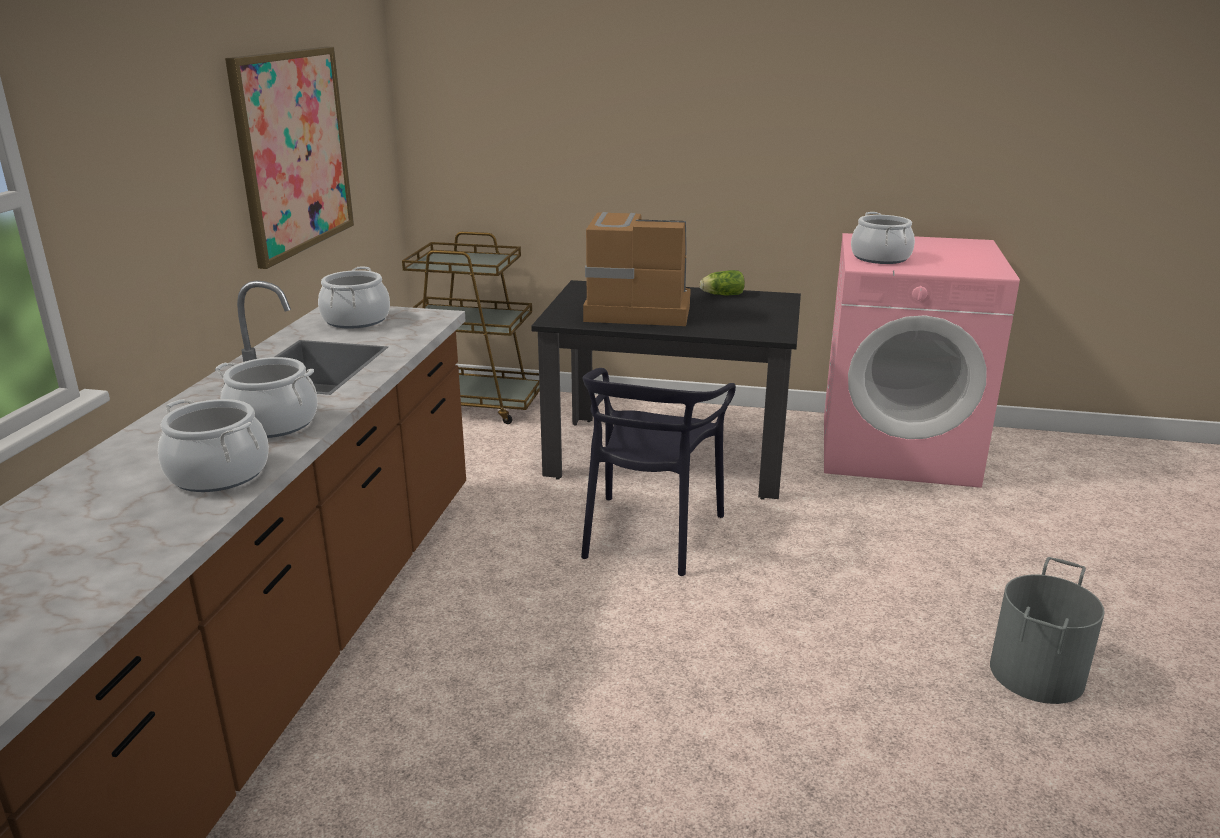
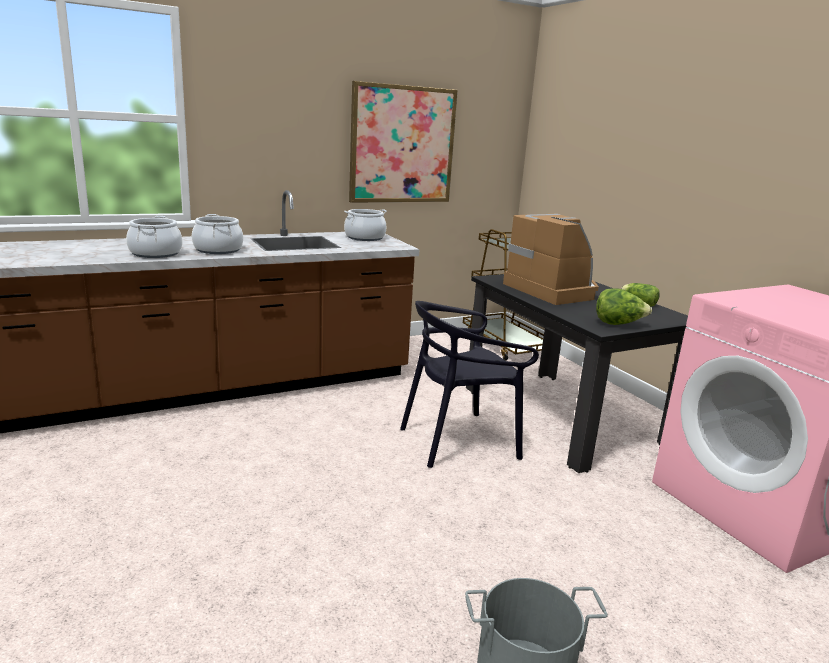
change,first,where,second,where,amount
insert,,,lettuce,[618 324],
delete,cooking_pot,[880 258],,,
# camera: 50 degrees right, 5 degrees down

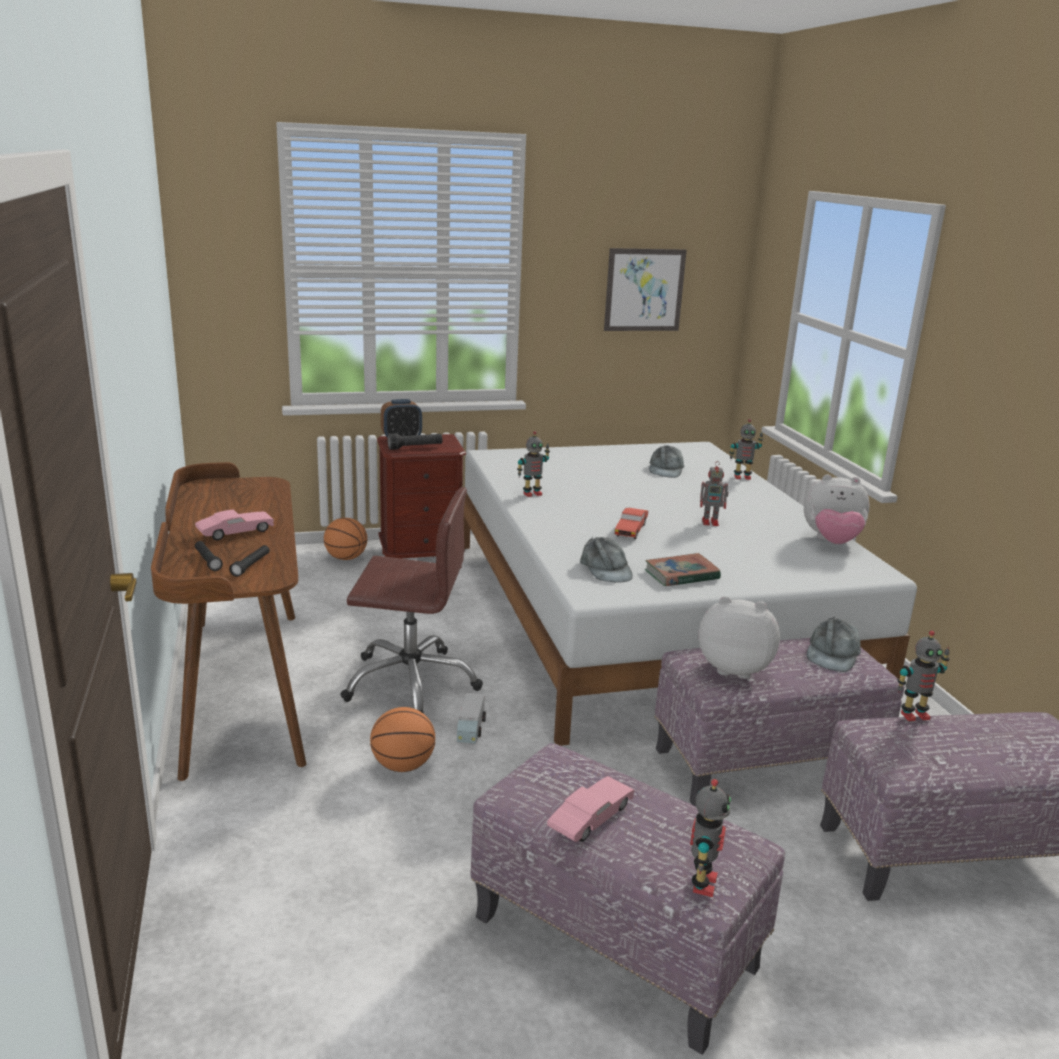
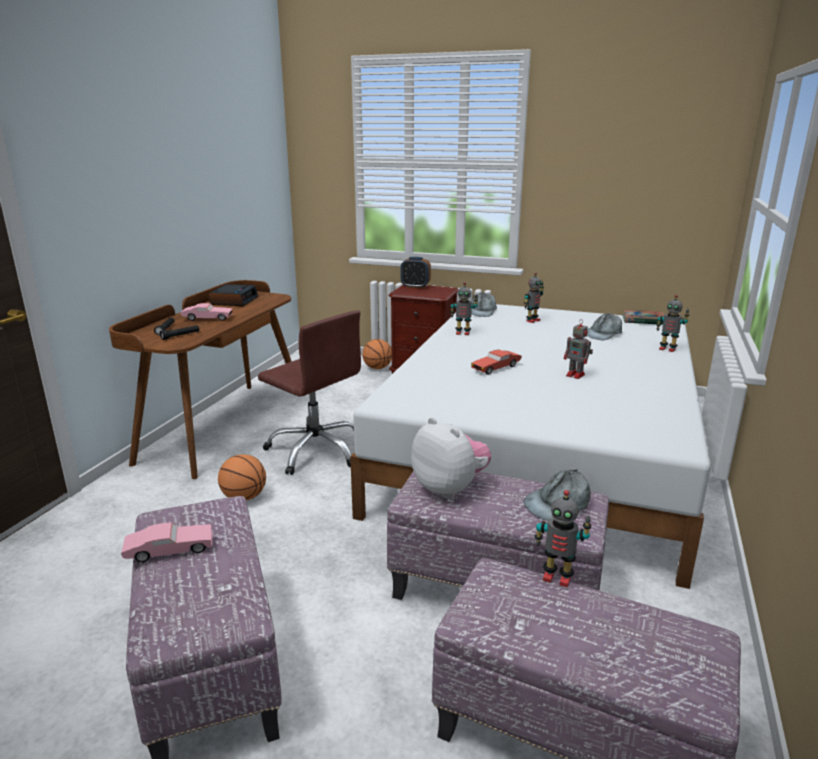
change,first,where,second,where,amount
insert,,,alarm_clock,[234 300],
move,grey_baseball_cap,[605 569],,[482 311],
move,model_robot,[701 883],,[532 320],
move,book,[681 575],,[643 320],
delete,black-coloured_torch,[415 447],,,
delete,model_truck,[470 730],,,
delete,wall_picture,[644 290],,,
delete,cuddly_toy,[831 542],,,
# camera: 35 degrees right, 0 degrees up

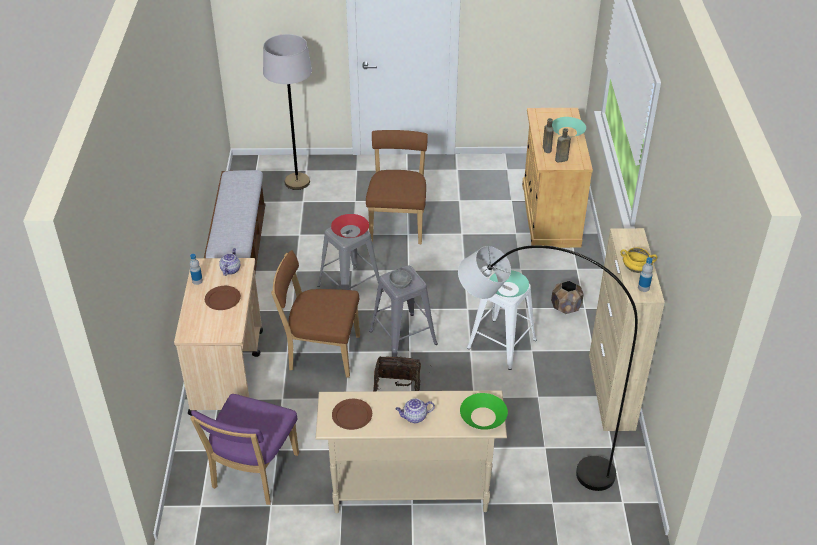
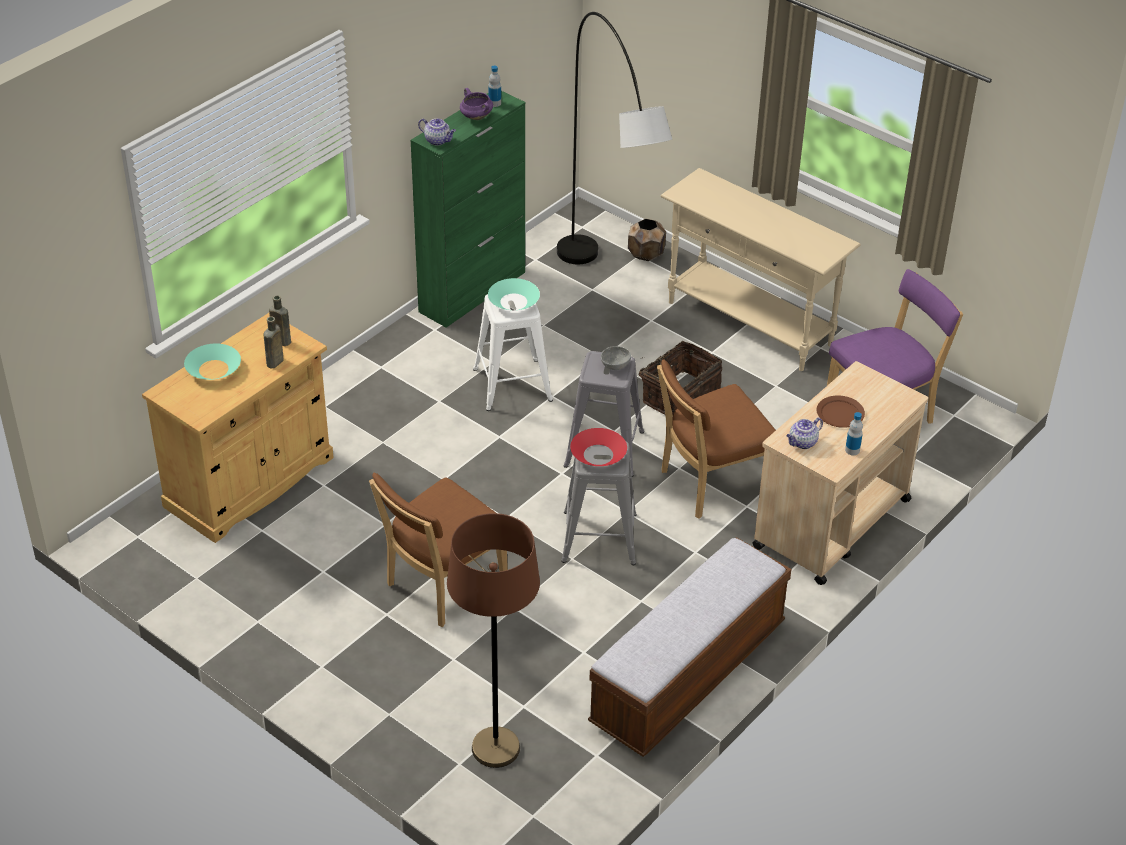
change,first,where,second,where,amount
recolor,beige-coloured_cabinet,[611 392],green-coloured_cabinet,[473 291],
move,teapot,[414 417],,[438 140],
recolor,grey_floor_lamp,[297 182],brownish_floor_lamp,[495 748],
recolor,yellowish_cooking_pot,[636 269],purple-coloured_cooking_pot,[475 117],
move,brownish_planter,[566 308],,[645 255],
rotate,brownish_chair,[320 352],,[710 484],105 degrees clockwise
delete,brownish_plate,[352 415],,,
delete,green-coloured_bowl,[483 417],,,
# camera: 140 degrees left, 0 degrees up

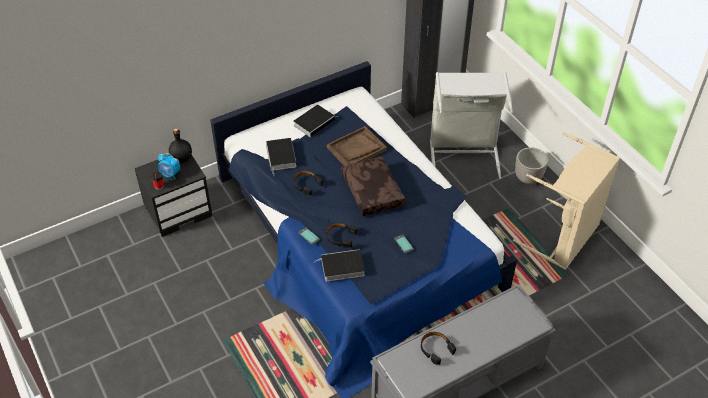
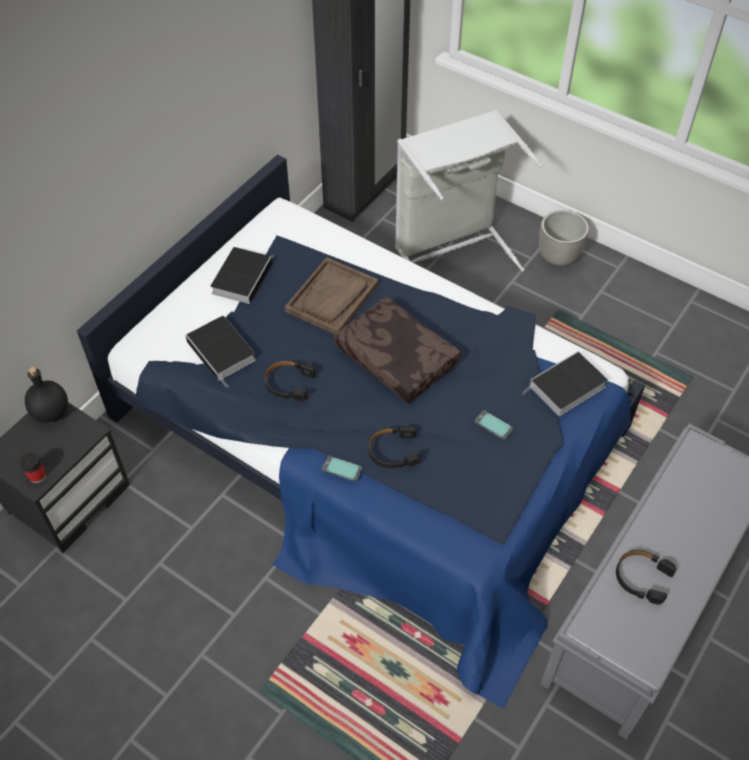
change,first,where,second,where,amount
move,book,[341 268],,[566 388],
delete,alarm_clock,[170 174],,,
delete,beige-coloured_laundry_basket,[564 238],,,
# camera: 25 degrees left, 5 degrees up

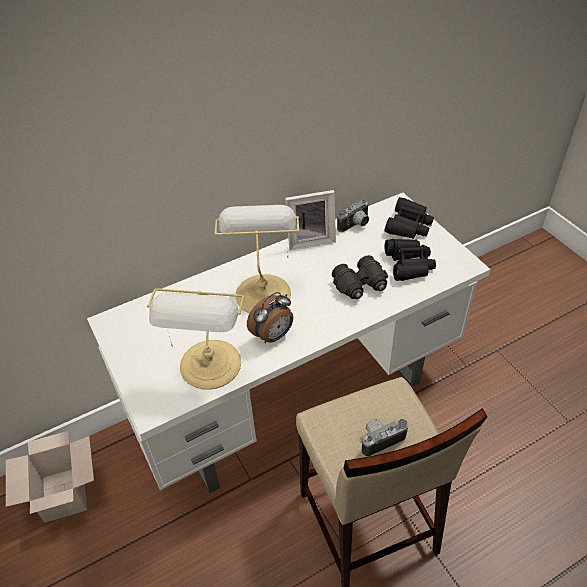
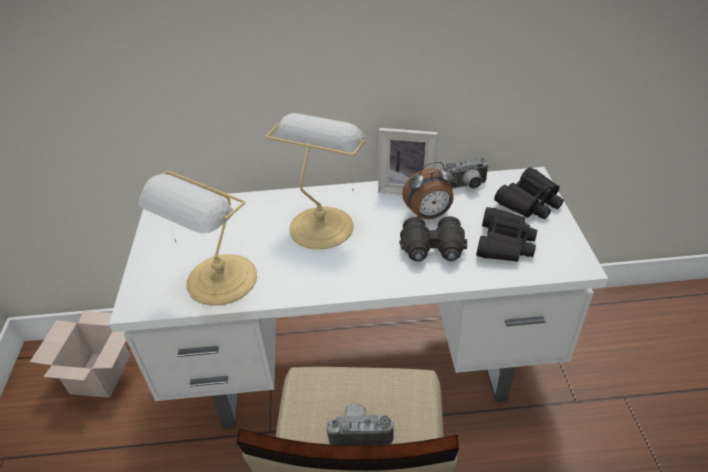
change,first,where,second,where,amount
move,alarm_clock,[273 336],,[428 215],
# camera: 25 degrees right, 5 degrees down

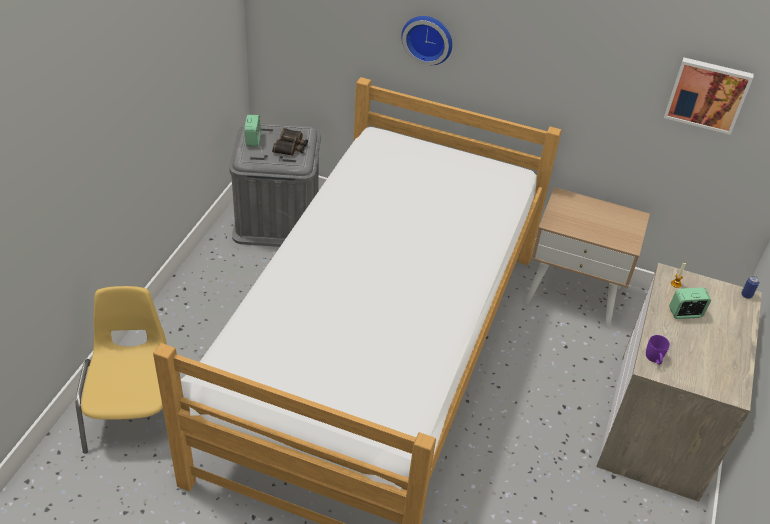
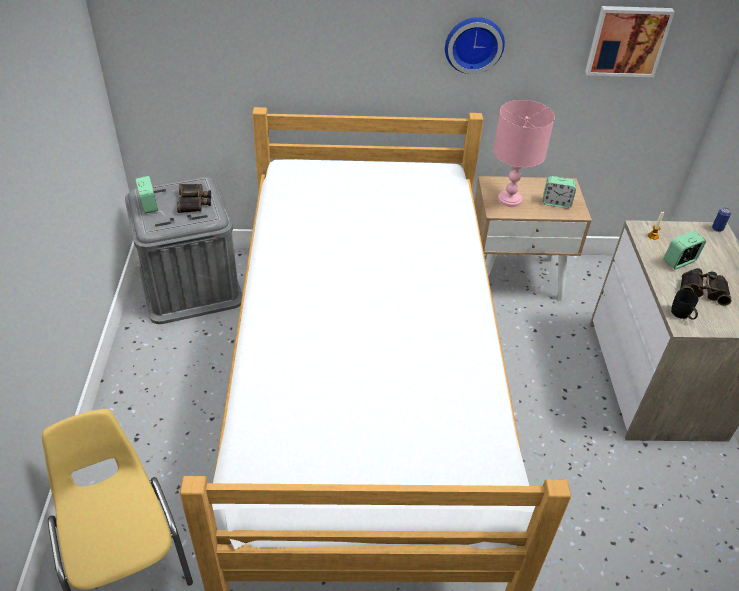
change,first,where,second,where,amount
move,clock_on_the_wall,[428 38],,[473 43],
insert,,,pink_table_lamp,[509 199],
insert,,,alarm_clock,[556 203],
recolor,purple-coloured_tea_mug,[654 359],black-coloured_tea_mug,[682 315],
insert,,,binoculars,[703 289],
# camera: 20 degrees left, 0 degrees up

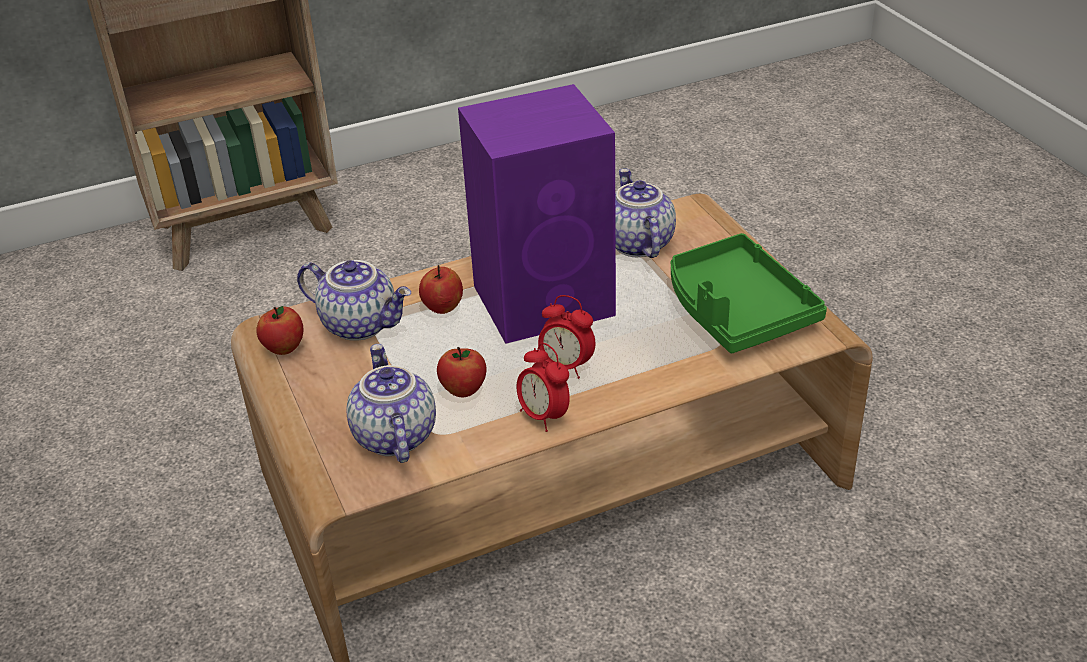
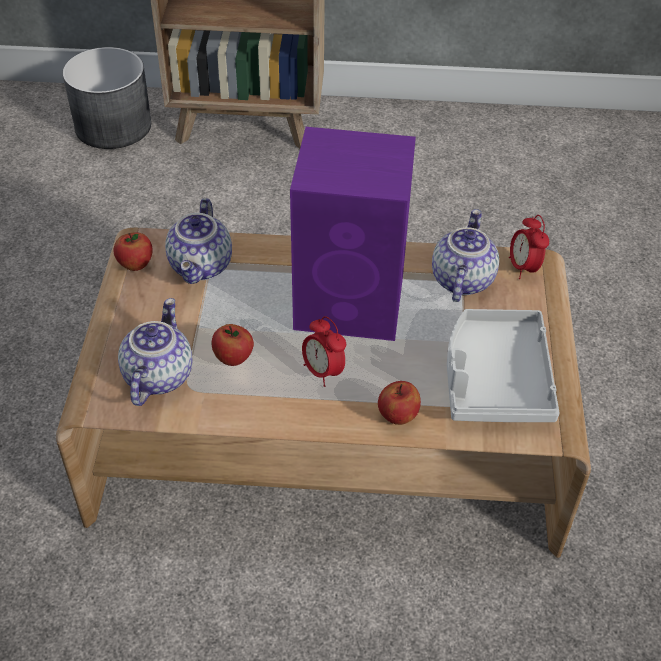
change,first,where,second,where,amount
insert,,,grey_planter,[113 126],
rotate,teapot,[361 324],,[202 266],45 degrees clockwise
move,whole_apple,[442 308],,[397 416],
recolor,green-coloured_carrying_tray,[736 310],grey_carrying_tray,[495 378],
move,alarm_clock,[544 416],,[523 267],
# camera: 25 degrees right, 10 degrees up

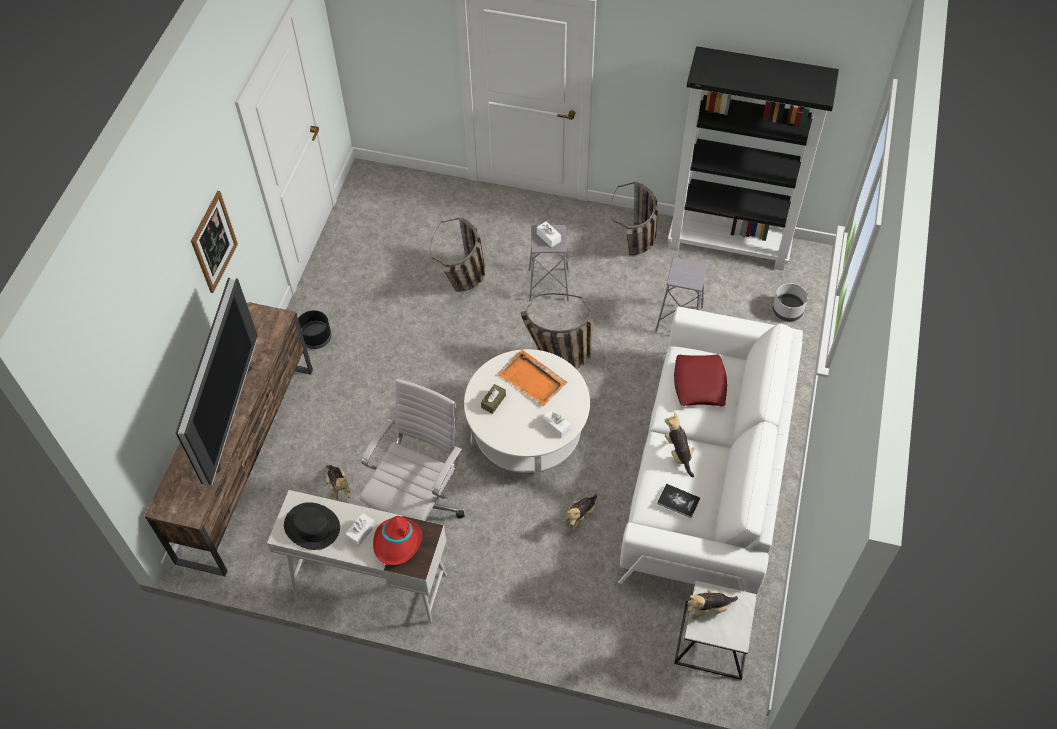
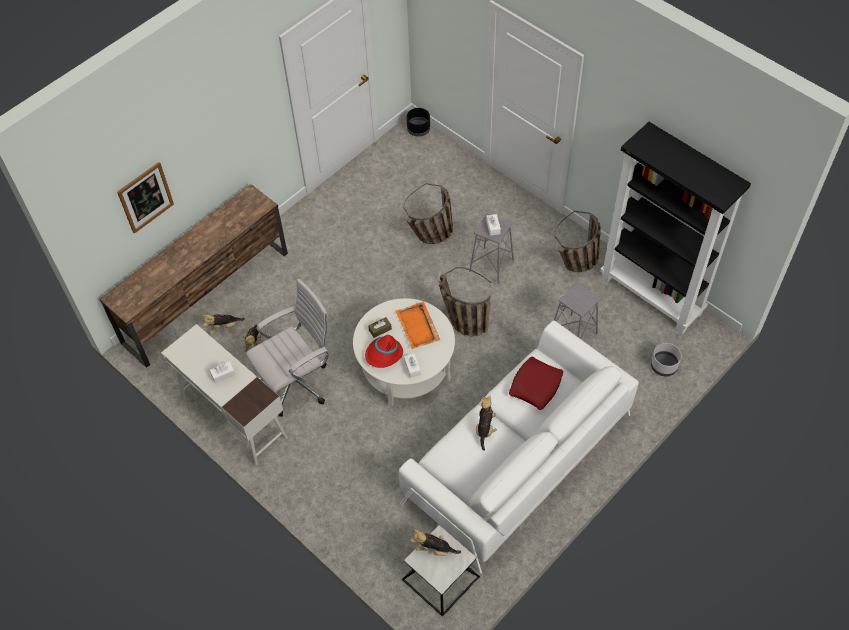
change,first,where,second,where,amount
move,wall_picture,[213 242],,[145 197],
move,cuddly_toy,[580 516],,[224 327],
move,red-coloured_clothing_hat,[397 543],,[384 354],
move,black-coloured_planter,[316 337],,[418 129],
delete,TV_set,[225 416],,,
delete,black-coloured_clothing_hat,[312 527],,,
delete,book,[678 501],,,
# camera: 30 degrees right, 0 degrees up

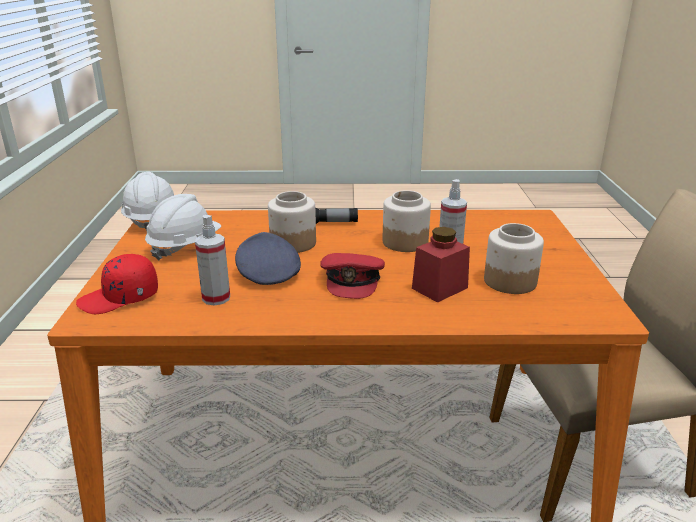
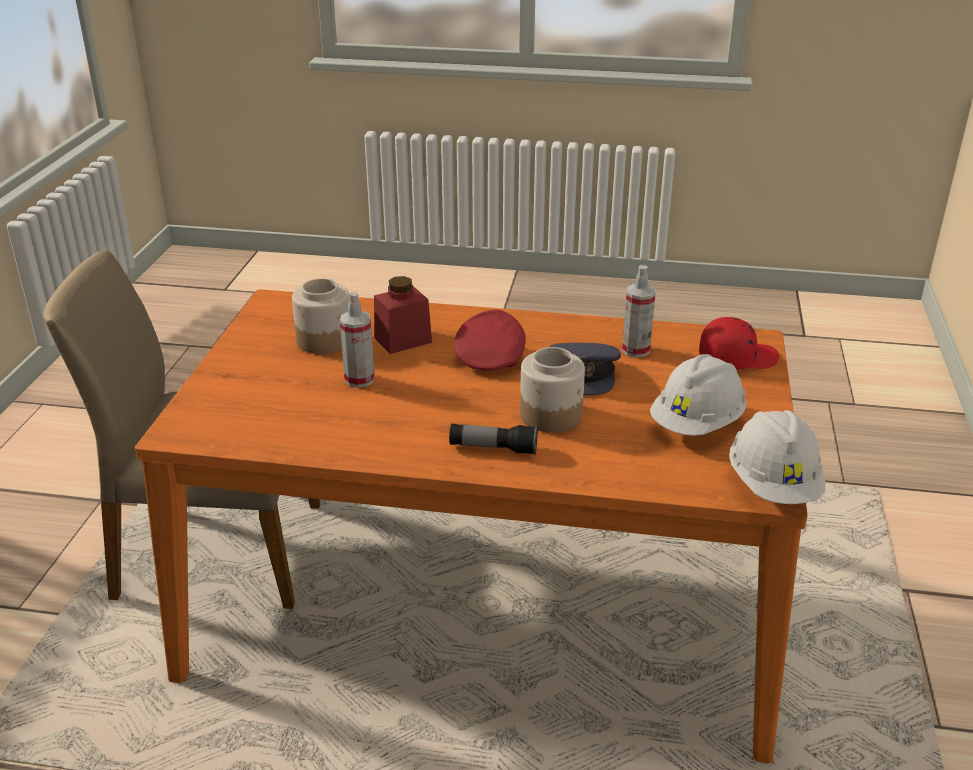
change,first,where,second,where,amount
delete,preserve_jar,[404 242],,,
# camera: 170 degrees left, 5 degrees up

